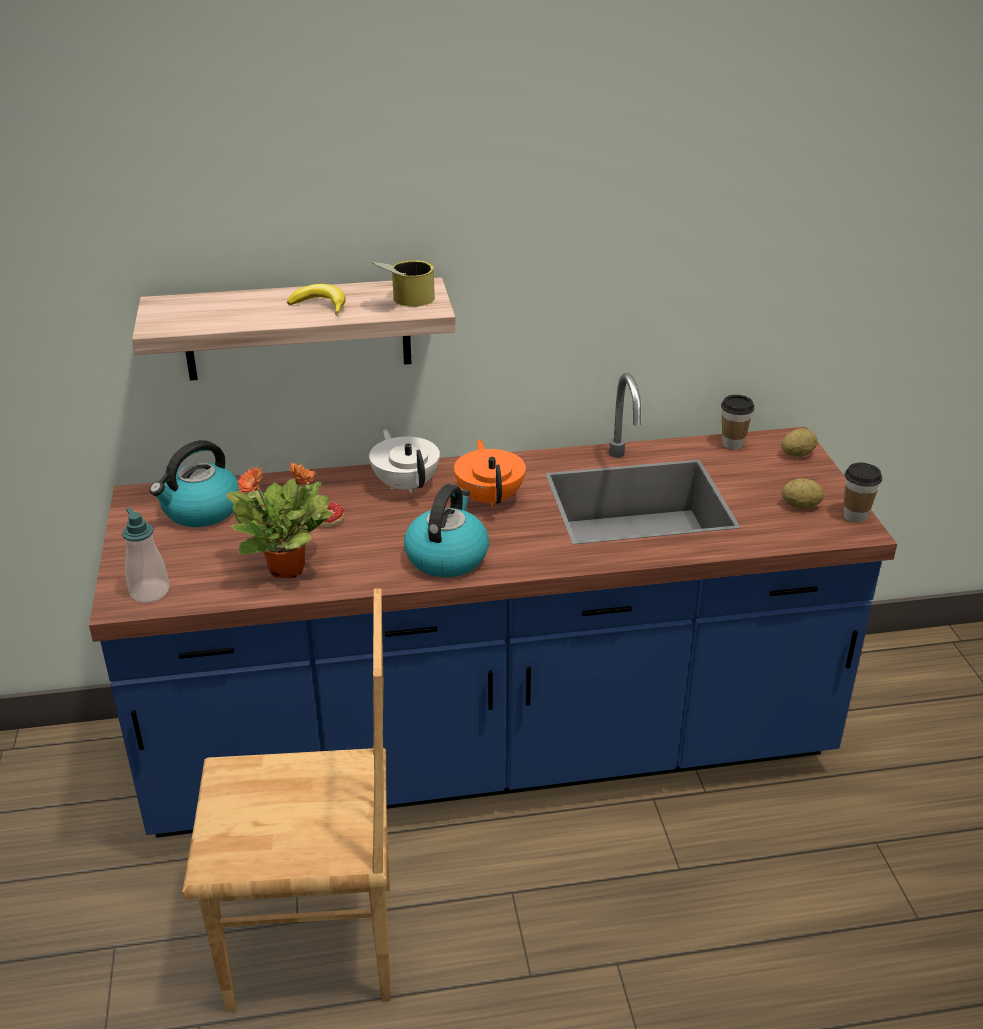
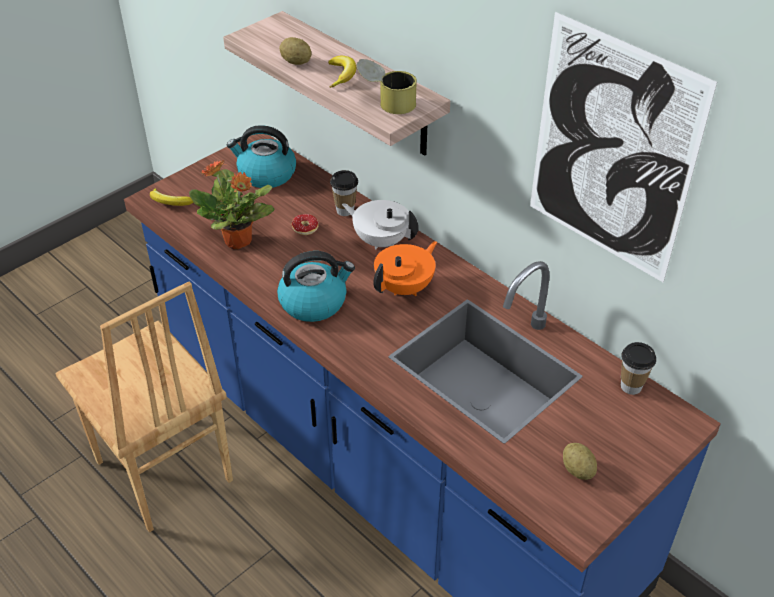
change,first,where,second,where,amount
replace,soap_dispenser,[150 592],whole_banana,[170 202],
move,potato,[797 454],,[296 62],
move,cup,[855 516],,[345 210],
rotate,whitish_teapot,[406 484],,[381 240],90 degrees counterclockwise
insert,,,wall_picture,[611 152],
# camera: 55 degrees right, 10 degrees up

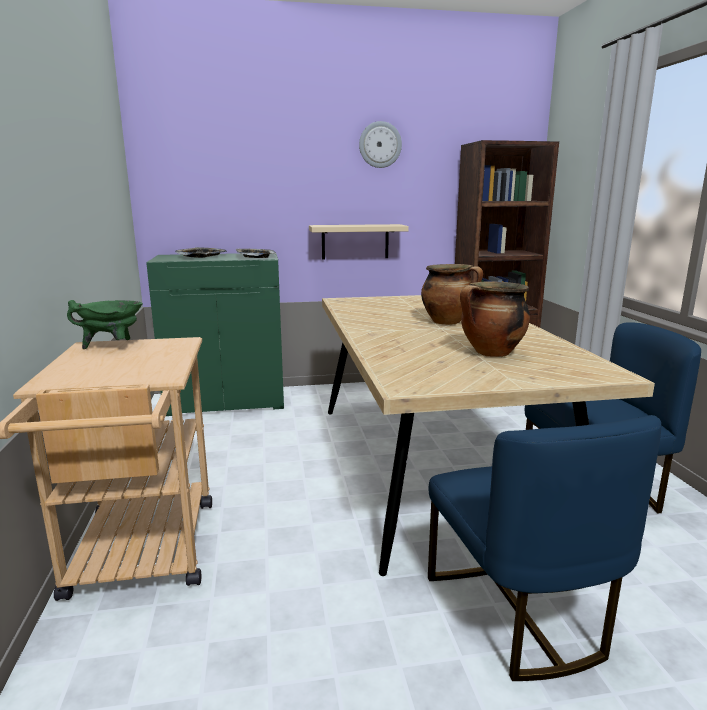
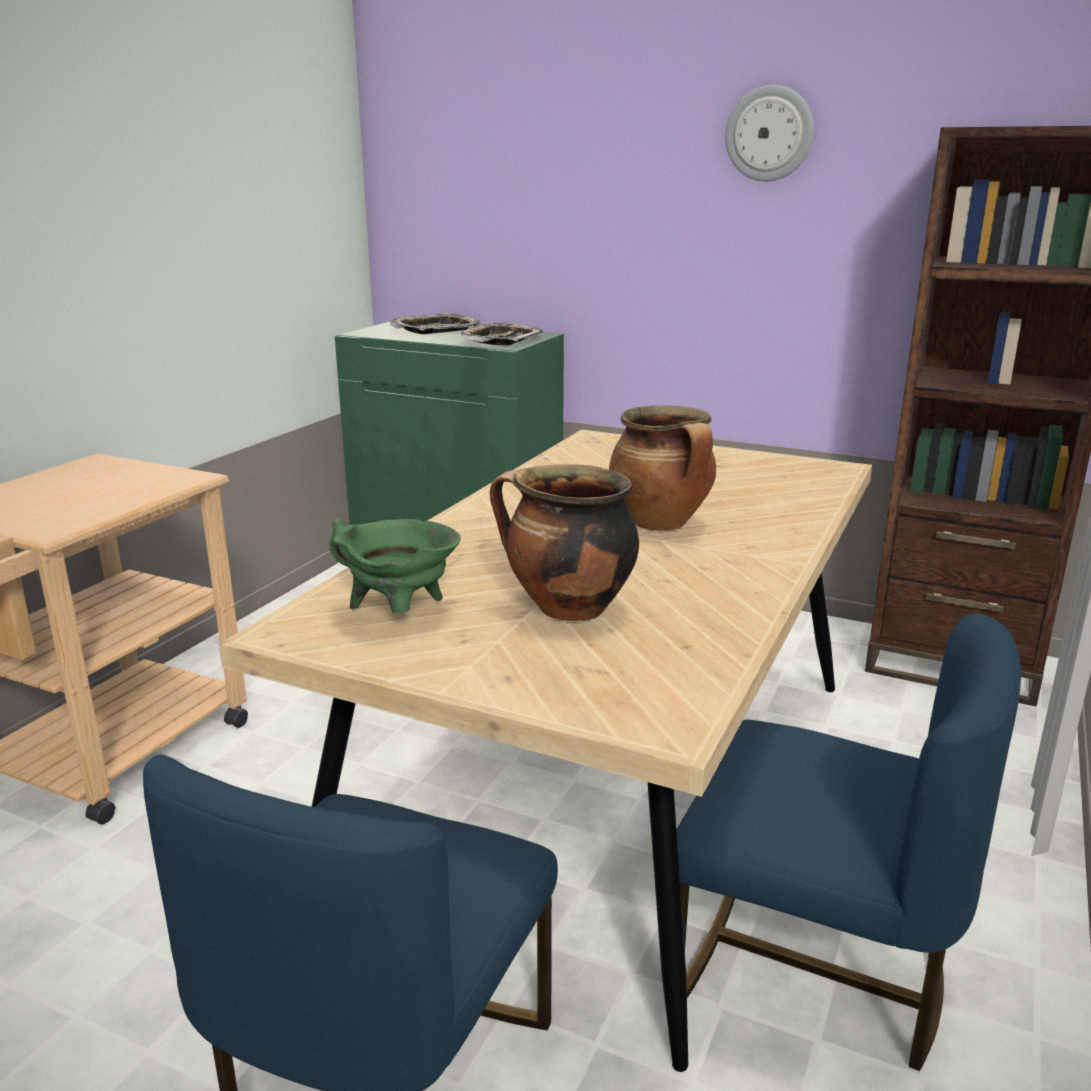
change,first,where,second,where,amount
move,green-coloured_cooking_pot,[113 346],,[400 613],
delete,beige-coloured_bracket_shelf,[355 241],,,
# camera: 35 degrees right, 5 degrees up

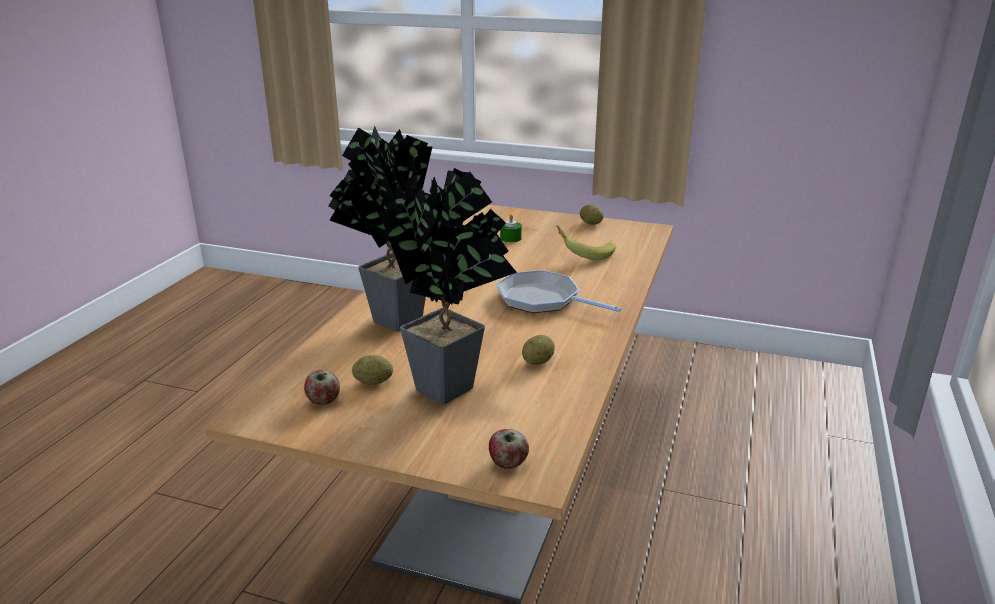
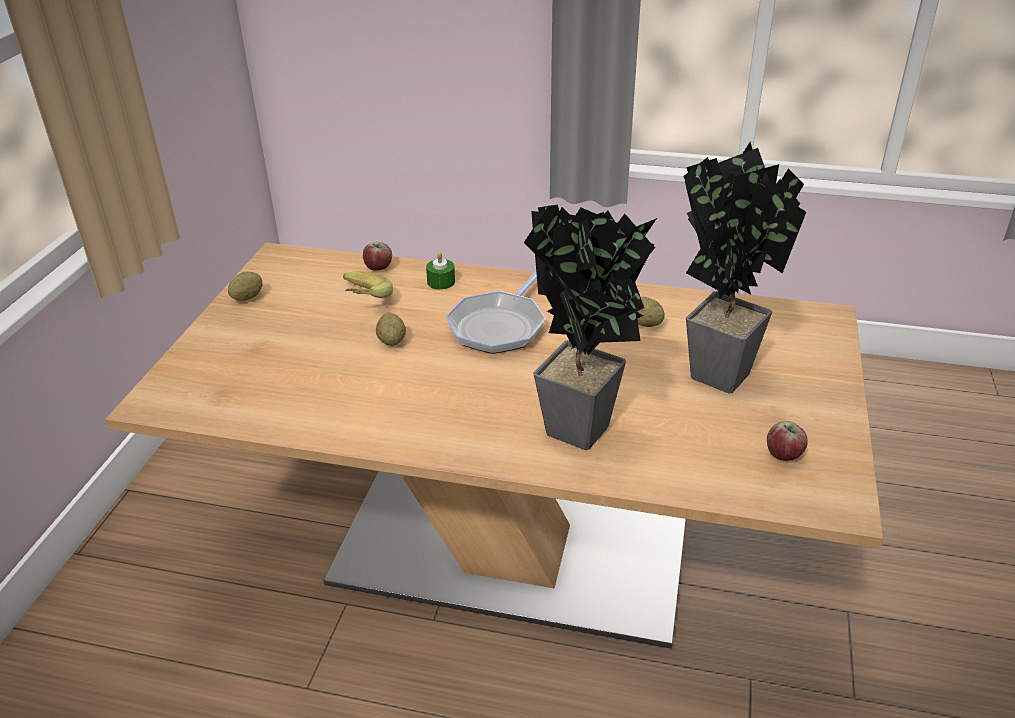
change,first,where,second,where,amount
move,whole_apple,[508 463],,[379 267],
move,potato,[373 382],,[392 341],
move,green-coloured_wax_light,[510 238],,[441 282],
# camera: 95 degrees left, 10 degrees up

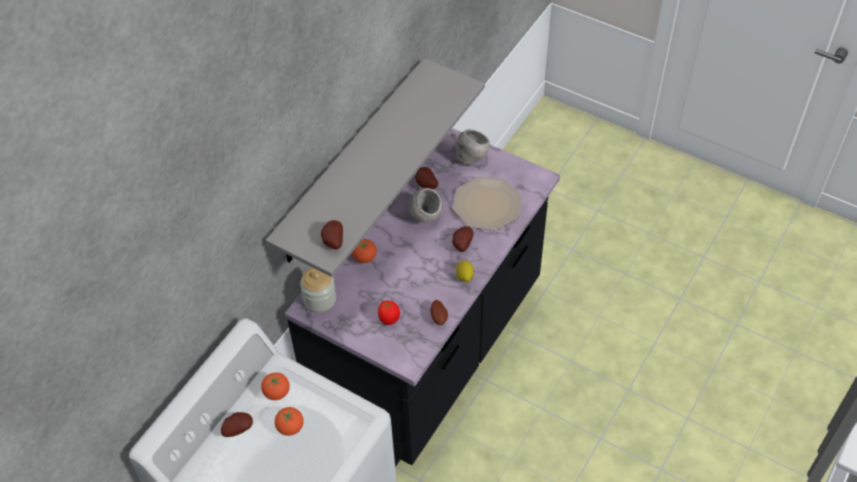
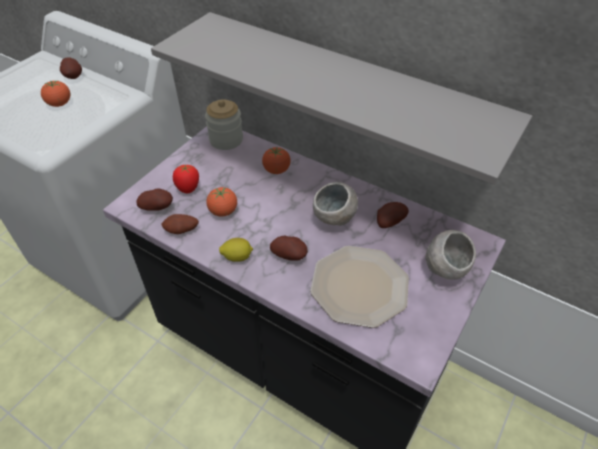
change,first,where,second,where,amount
move,potato,[332 241],,[158 207],
move,fresh_tomato,[277 392],,[223 211],
# camera: 90 degrees right, 5 degrees down

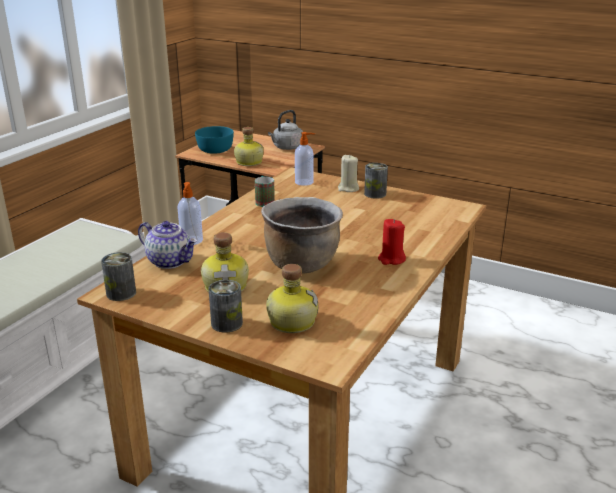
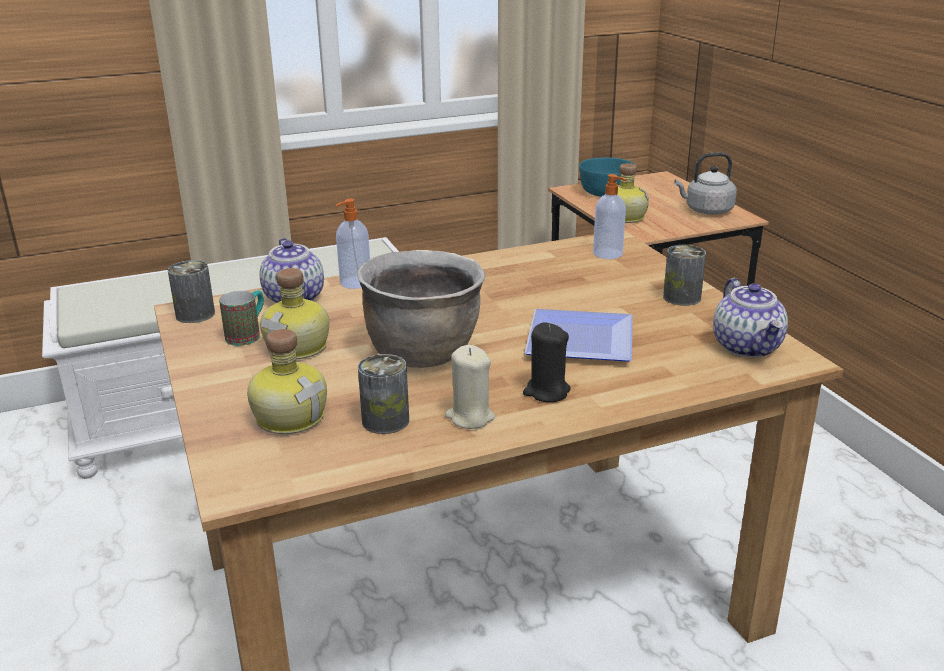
change,first,where,second,where,amount
move,tea_mug,[264 201],,[248 335],
move,metal_can,[226 323],,[385 421],
move,beige-coloured_wax_light,[348 188],,[470 417],
recolor,red-coloured_wax_light,[391 259],black-coloured_wax_light,[546 392],
insert,,,plate,[584 339],
insert,,,teapot,[748 347],
# camera: 40 degrees right, 0 degrees up

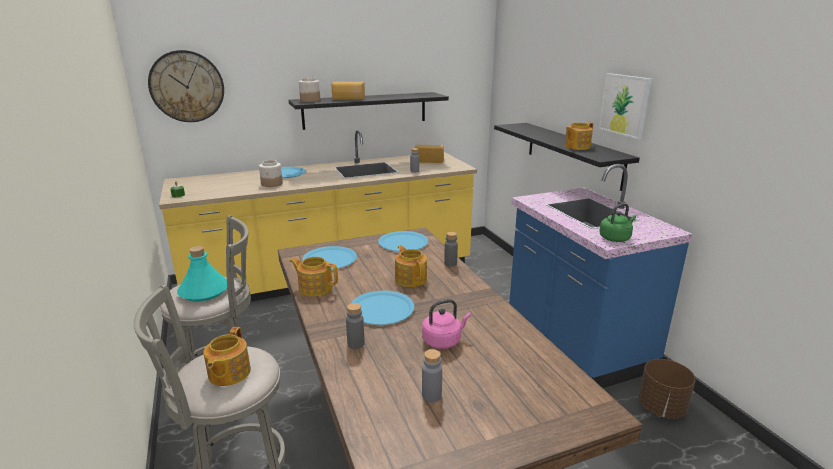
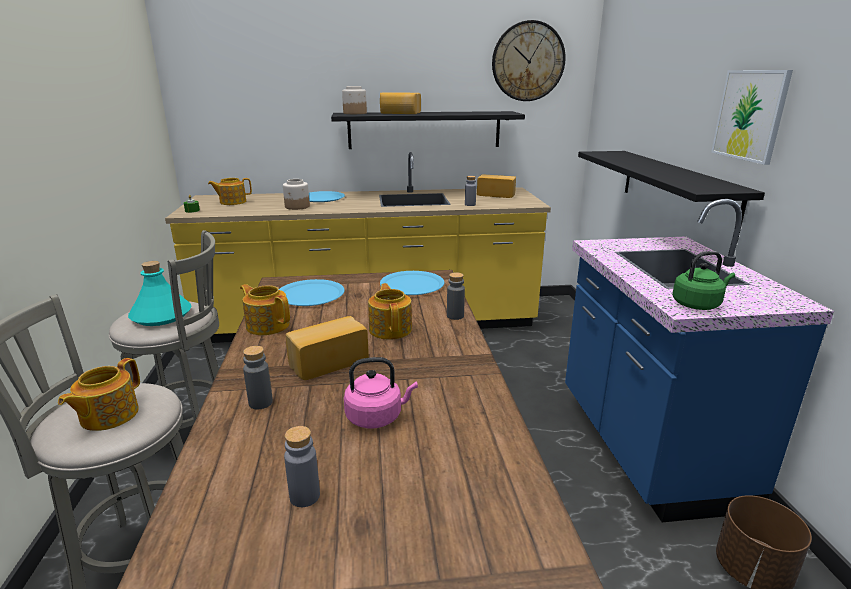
change,first,where,second,where,amount
move,teapot,[576 147],,[232 202],
replace,blue-coloured_plate,[382 309],baked_bread,[327 362],
move,clock_on_the_wall,[187 86],,[528 61],
# camera: 15 degrees right, 0 degrees up

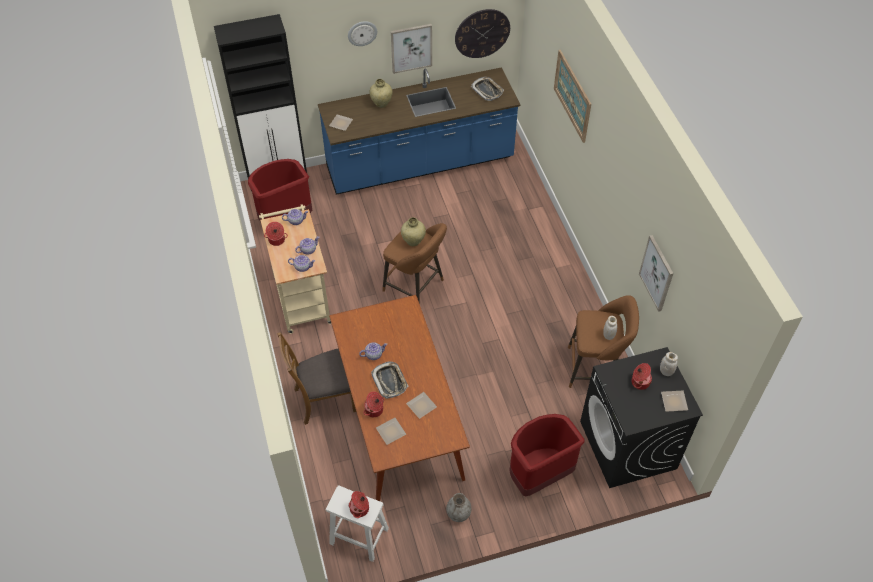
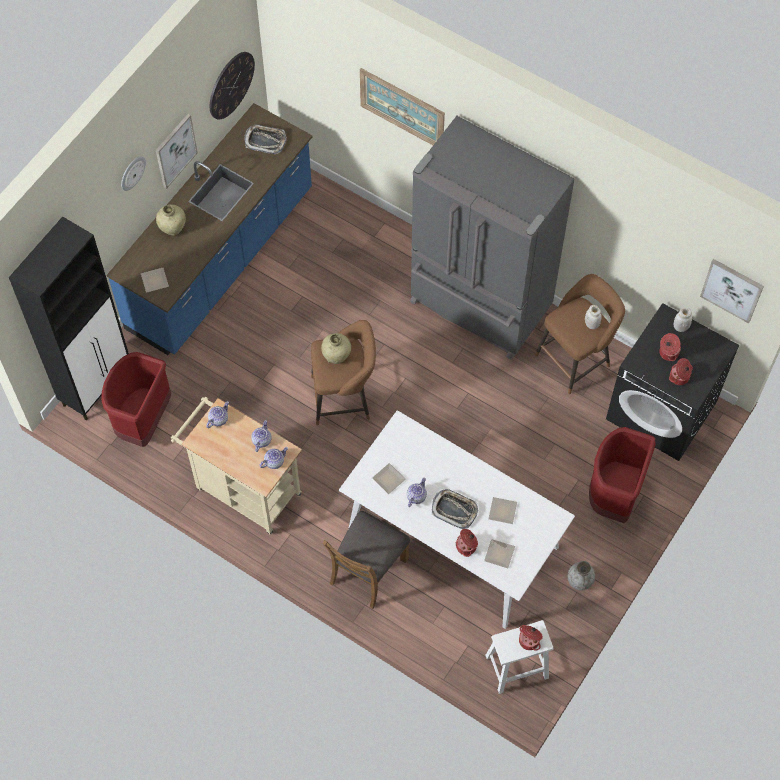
change,first,where,second,where,amount
recolor,brownish_kitchen_table,[398 420],whitish_kitchen_table,[452 539],
move,plate,[675 402],,[390 479],
insert,,,grey_kitchen_fridge,[479 305],
move,cooking_pot,[276 240],,[679 377],
move,wall_picture,[657 273],,[732 290],
# camera: 40 degrees left, 10 degrees up

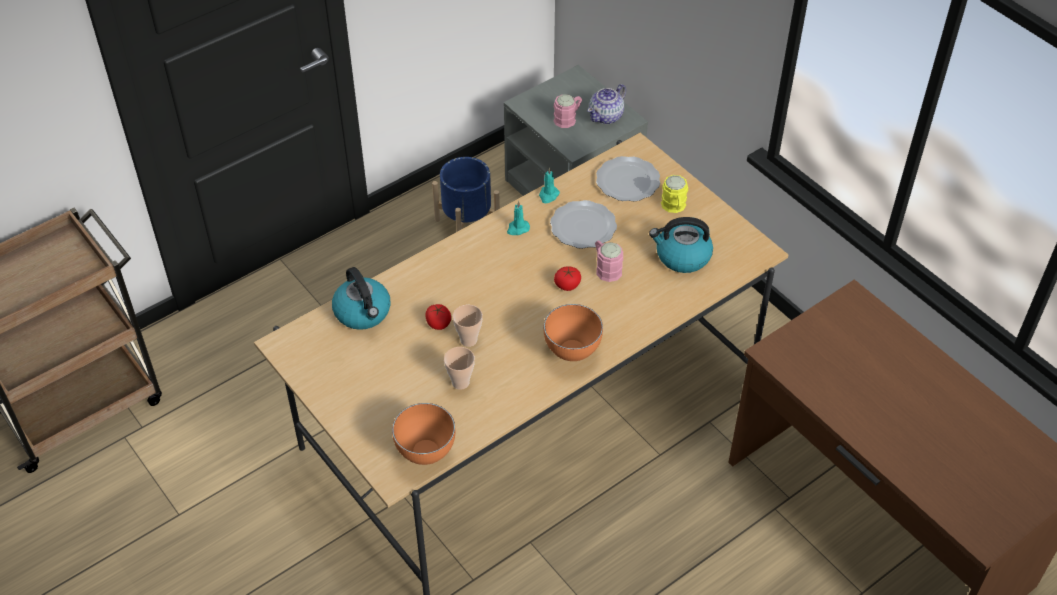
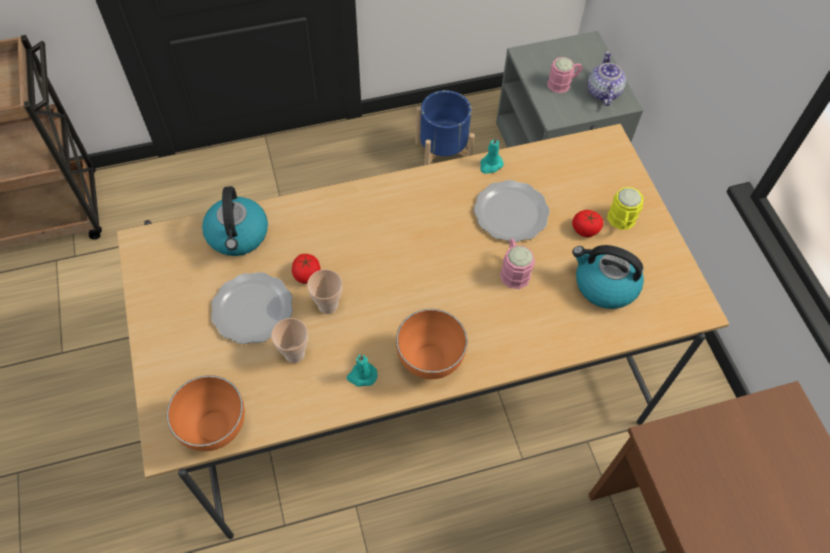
change,first,where,second,where,amount
move,plate,[626 181],,[251 309],
move,turquoise_wax_light,[517 229],,[362 376],
move,fresh_tomato,[567 284],,[585 229],
rotate,teapot,[606 116],,[603 92],120 degrees clockwise
# camera: 20 degrees right, 10 degrees up

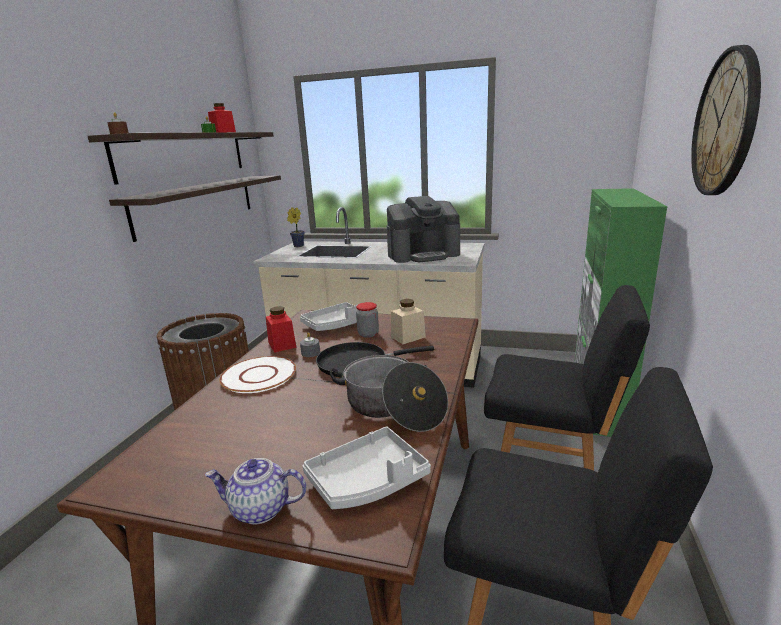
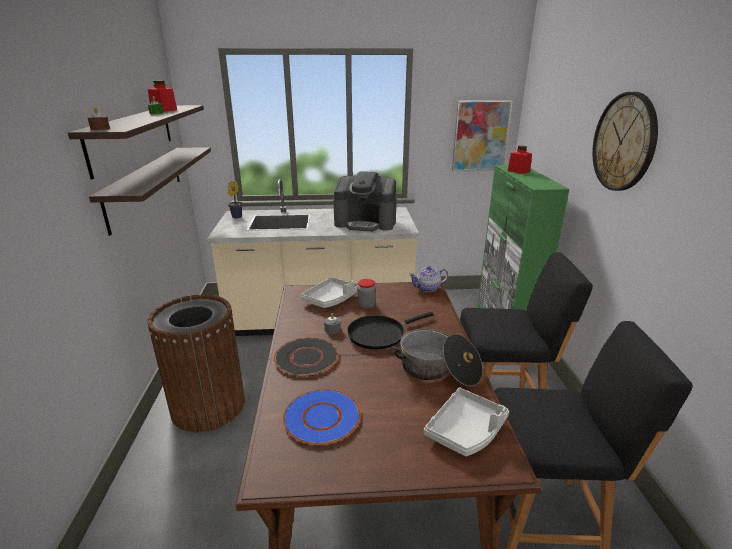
change,first,where,second,where,amount
recolor,whitish_plate,[259 375],black-coloured_plate,[306 357],
insert,,,blue-coloured_plate,[321 417],
rotate,coffee_maker,[423 254],,[366 222],45 degrees clockwise
move,teapot,[259 509],,[427 288],
insert,,,wall_picture,[480 136],
move,red-coloured_preserve_jar,[282 345],,[518 171],
delete,beige-coloured_preserve_jar,[408 337],,,
# camera: 20 degrees left, 5 degrees up

